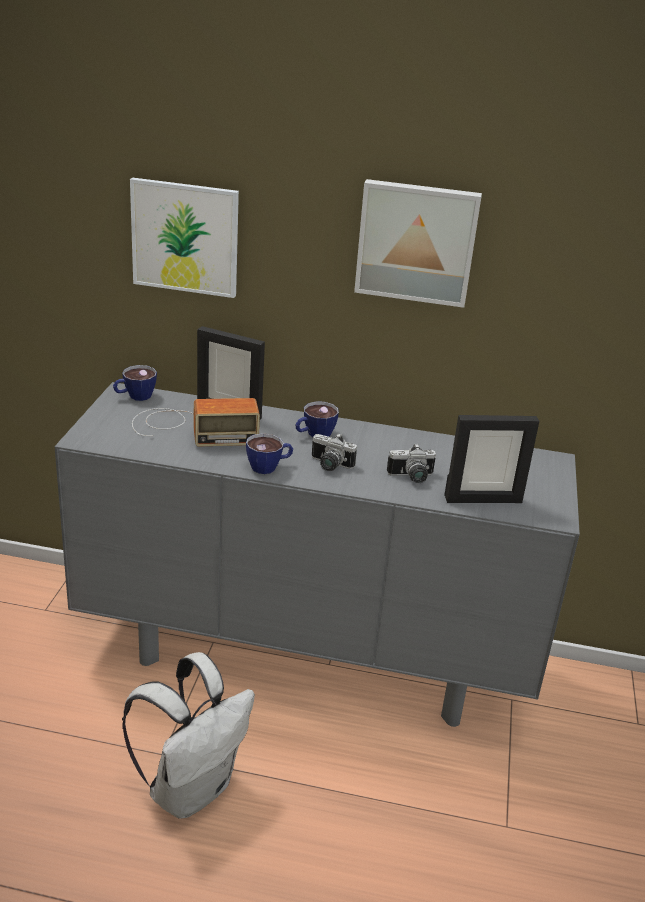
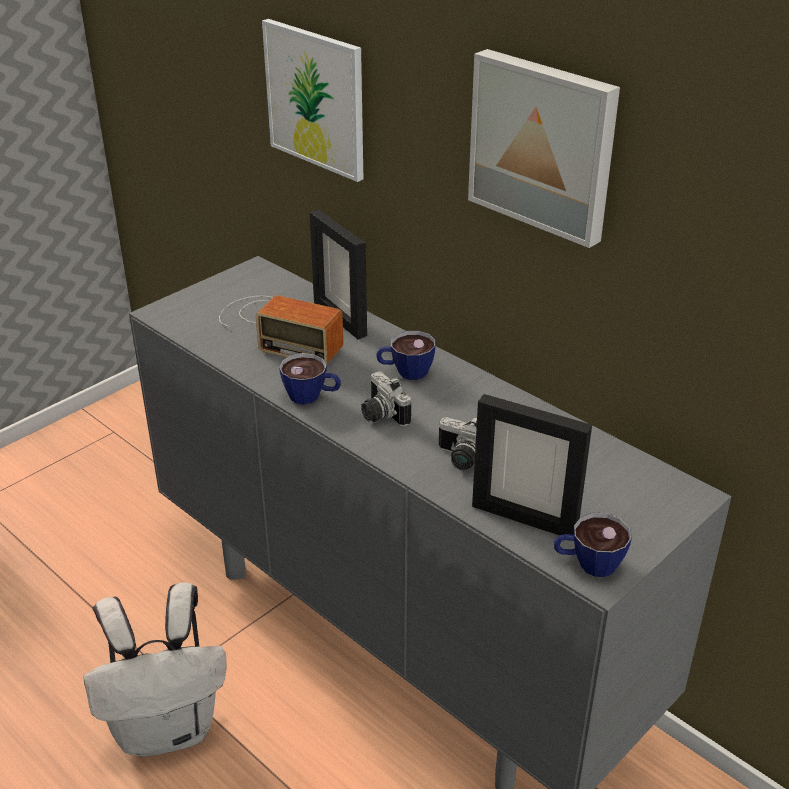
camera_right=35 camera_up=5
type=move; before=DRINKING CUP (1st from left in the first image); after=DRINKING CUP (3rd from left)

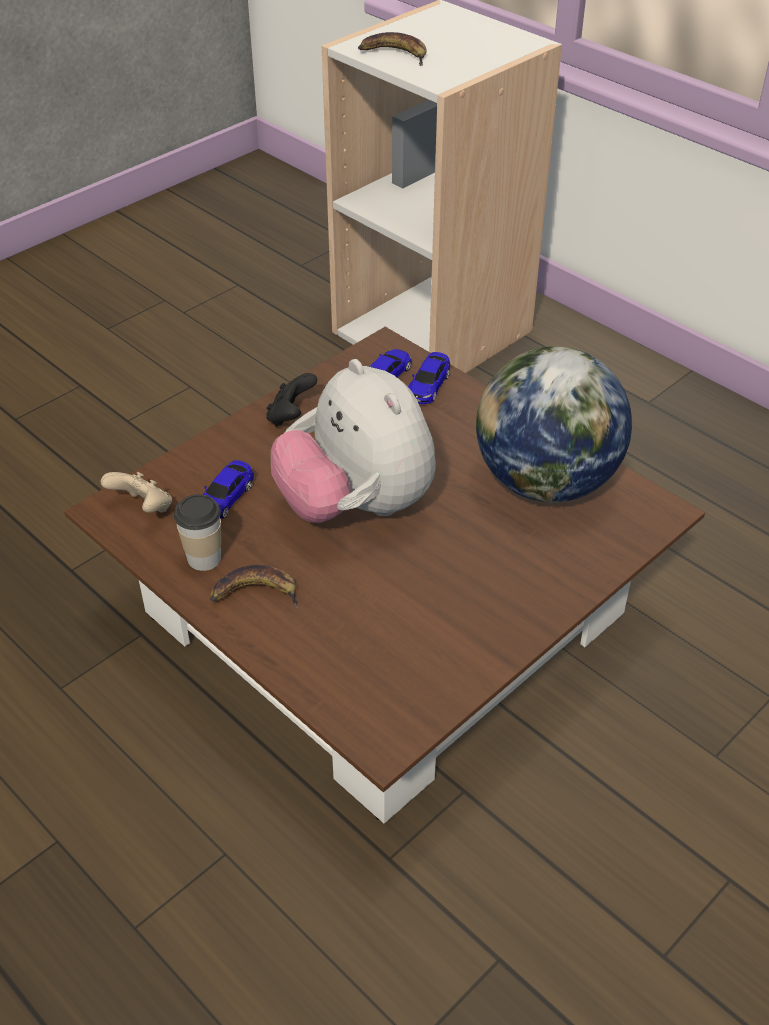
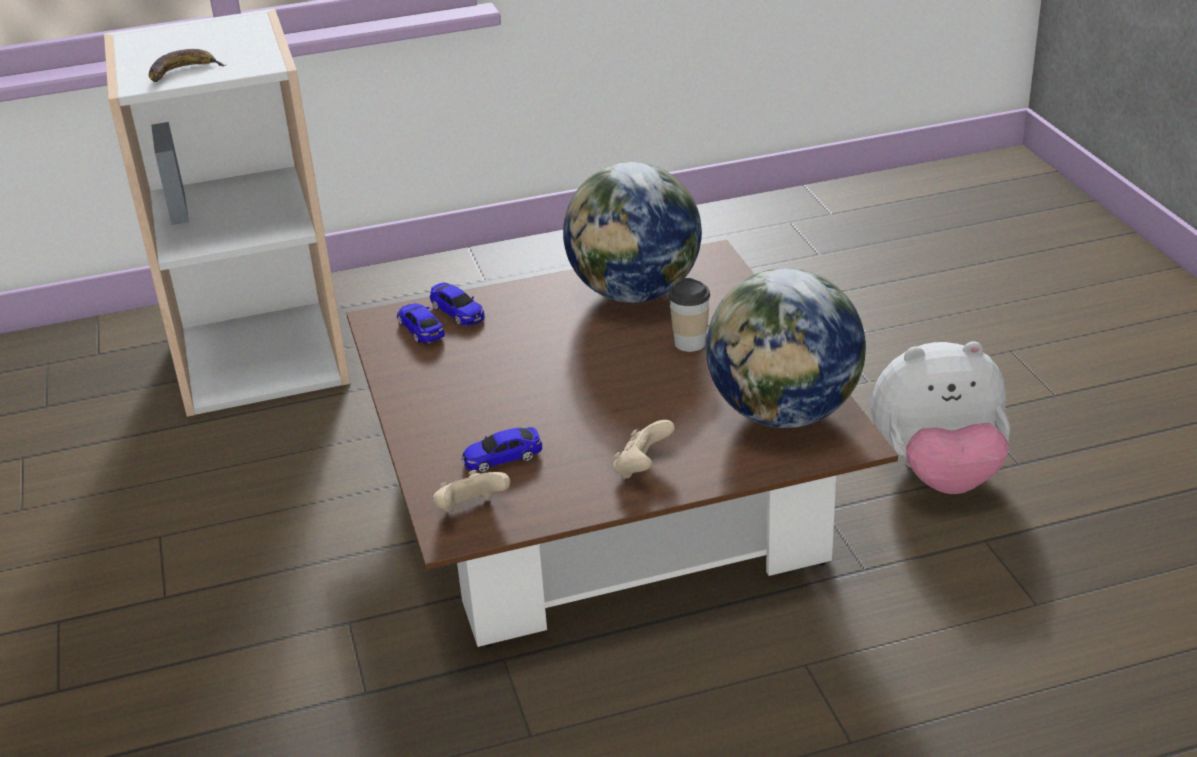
camera_right=-60 camera_up=-10
type=delete; before=BLACK GAME CONTROLLER
type=insert; after=WORLD GLOBE (2nd from left)
type=move; before=DRINKING CUP
type=move; before=PLUSH TOY
type=replace; before=BANANA (1st from left); after=BEIGE GAME CONTROLLER (2nd from left)
type=rotate; before=MINIATURE CAR (1st from left in the first image); turn=105

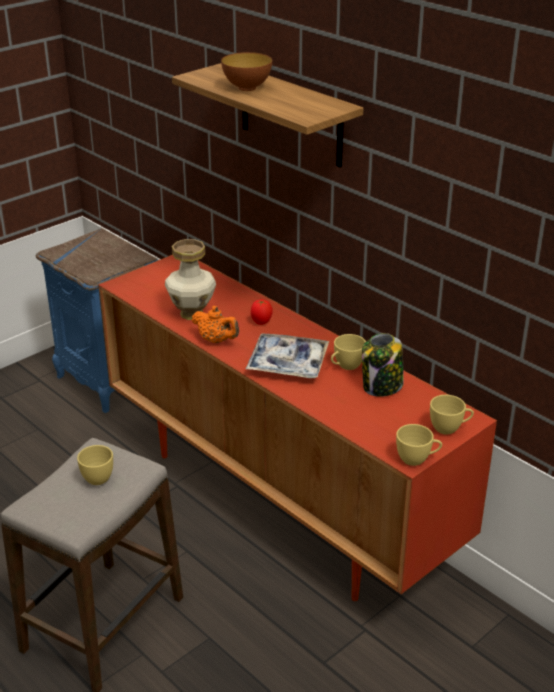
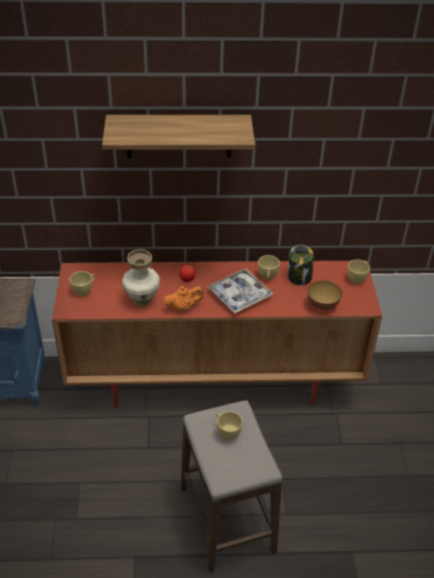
camera_right=-50 camera_up=10
type=move; before=SERVING BOWL
type=move; before=YELLOW DRINKING CUP (3rd from left in the first image); after=YELLOW DRINKING CUP (1st from left)

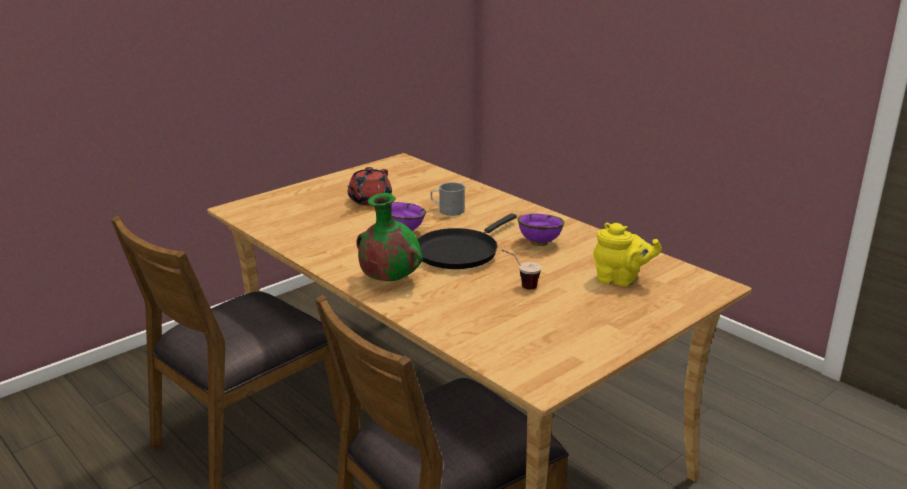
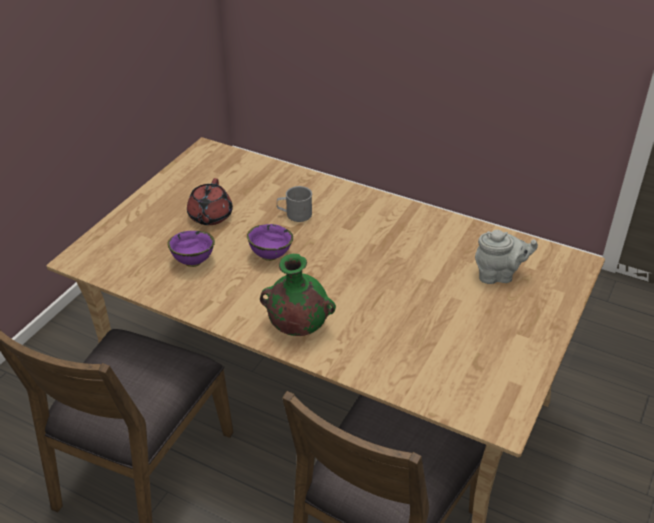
camera_right=-20 camera_up=15
type=delete; before=BLACK PAN
type=delete; before=DRINKING CUP
type=move; before=PURPLE-COLOURED SERVING BOWL (2nd from left in the first image); after=PURPLE-COLOURED SERVING BOWL (1st from left)
type=recolor; before=YELLOW TEA POT; after=GREYISH TEA POT

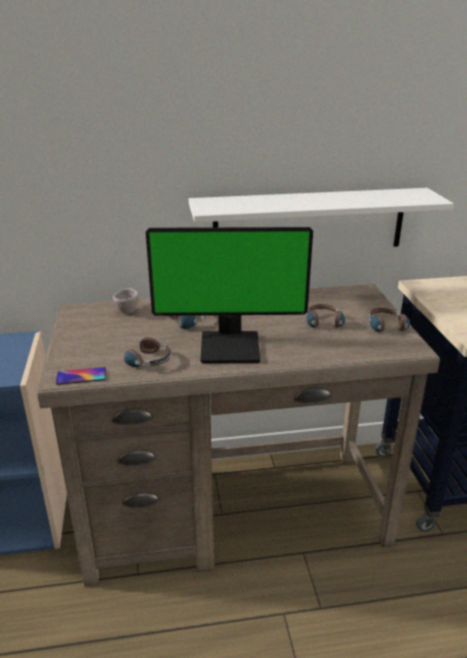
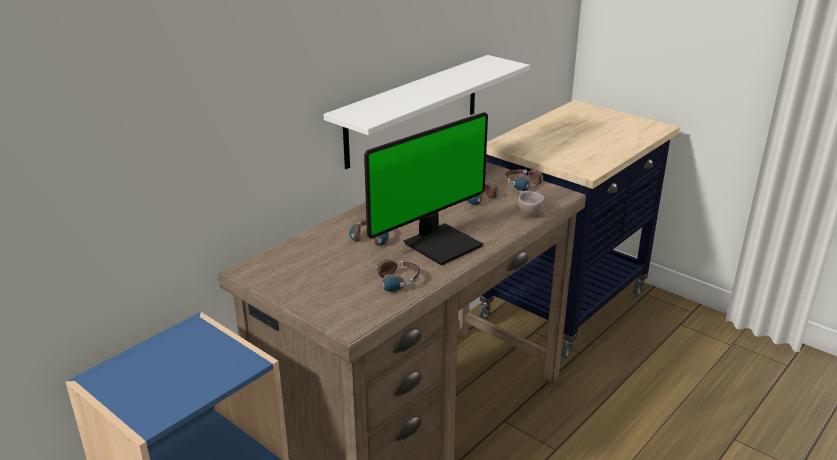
camera_right=-40 camera_up=0
type=delete; before=TELEPHONE
type=move; before=BEIGE DRINKING CUP

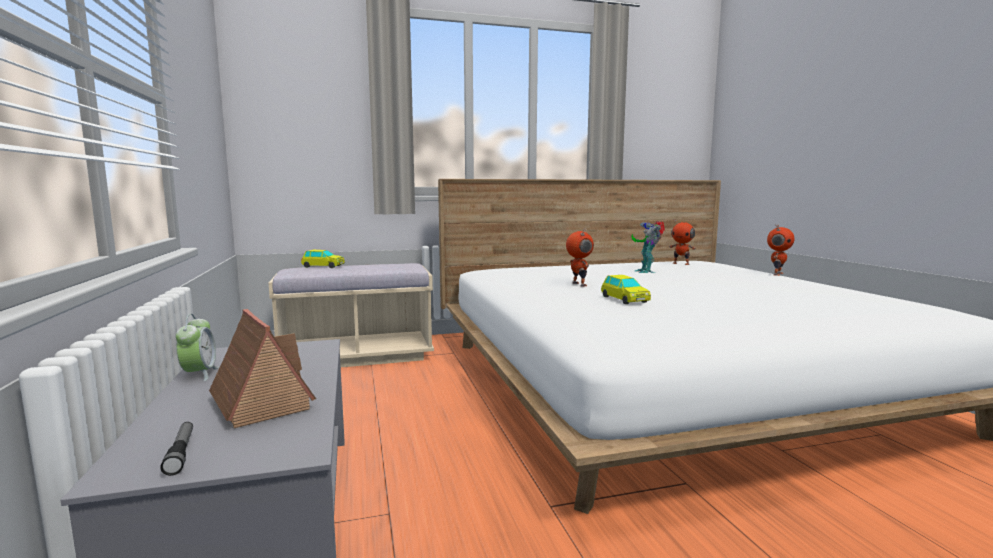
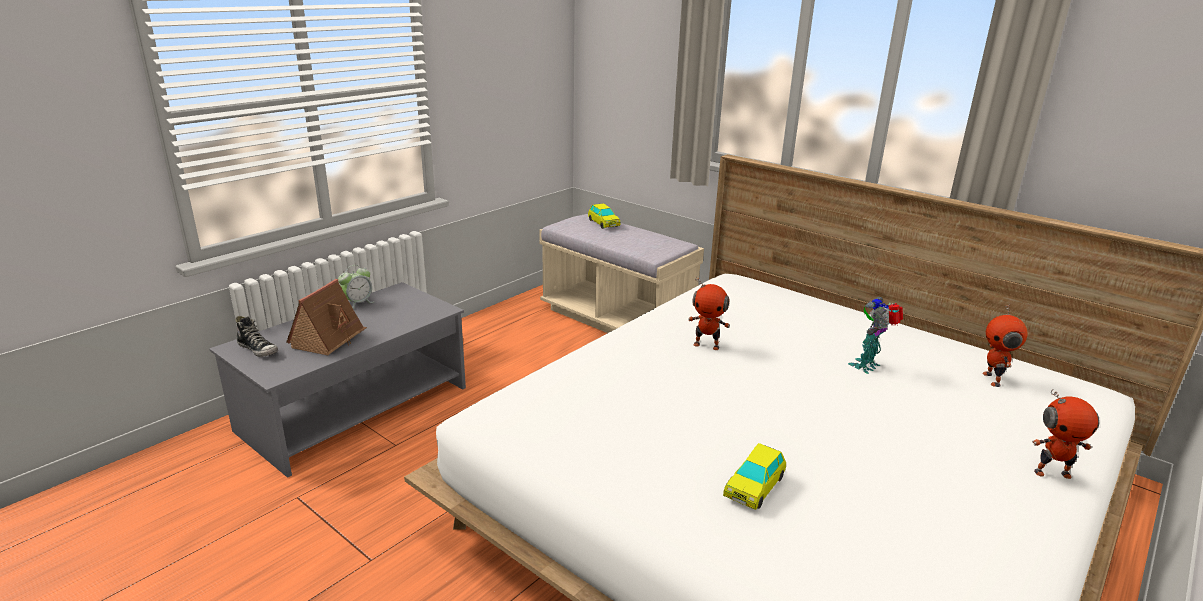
camera_right=55 camera_up=15
type=move; before=MINIATURE CAR (2nd from left)
type=replace; before=TORCH; after=ITEM OF FOOTWEAR
type=rotate; before=ROBOT FIGURE (1st from left); turn=75

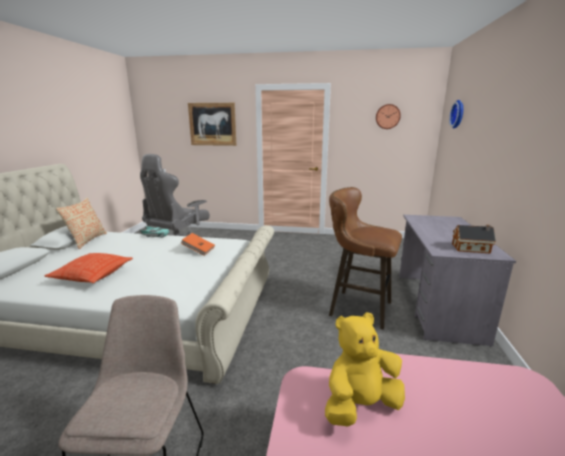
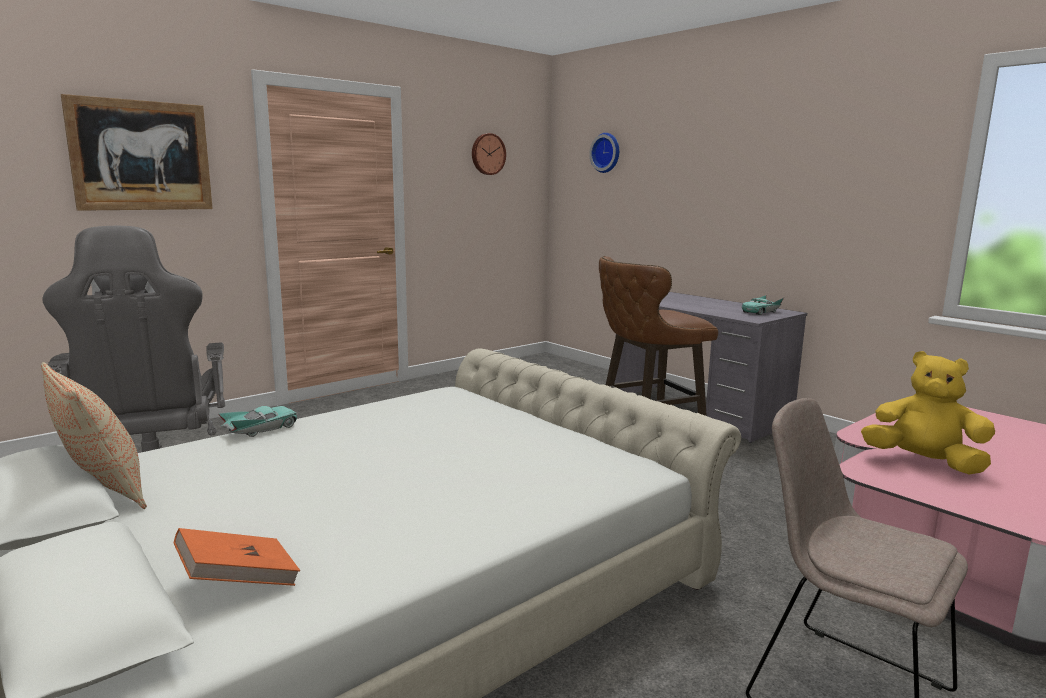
camera_right=-50 camera_up=-5
type=delete; before=ORANGEY THROW PILLOW
type=move; before=ORANGEY BOUND BOOK
type=replace; before=MODEL HOUSE; after=BLUE-GREEN MINIATURE CAR (2nd from left)
type=rotate; before=YELLOW PLUSH TOY; turn=105

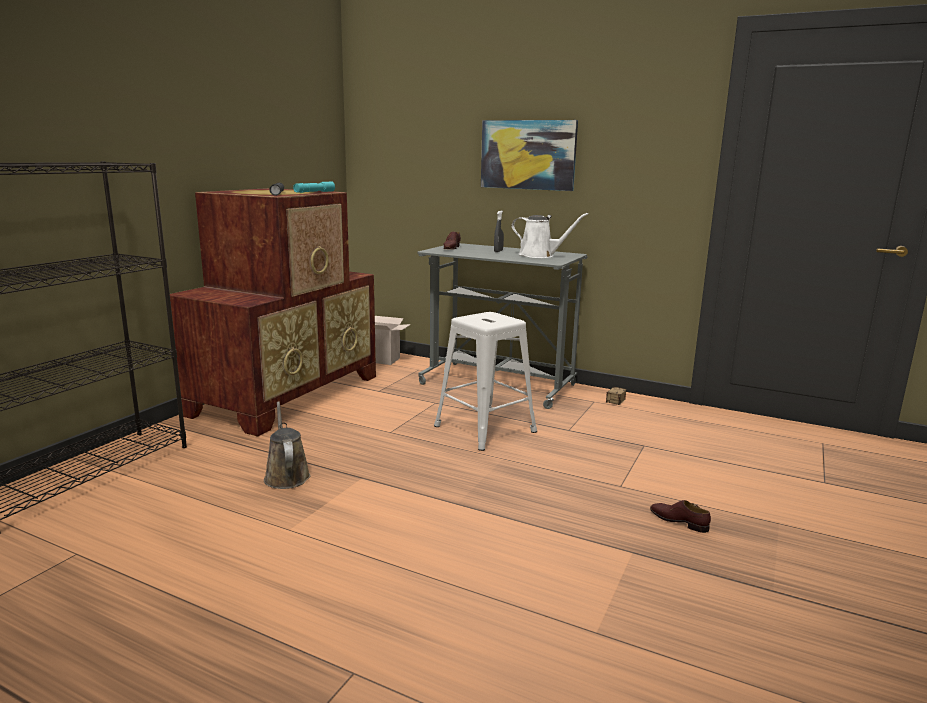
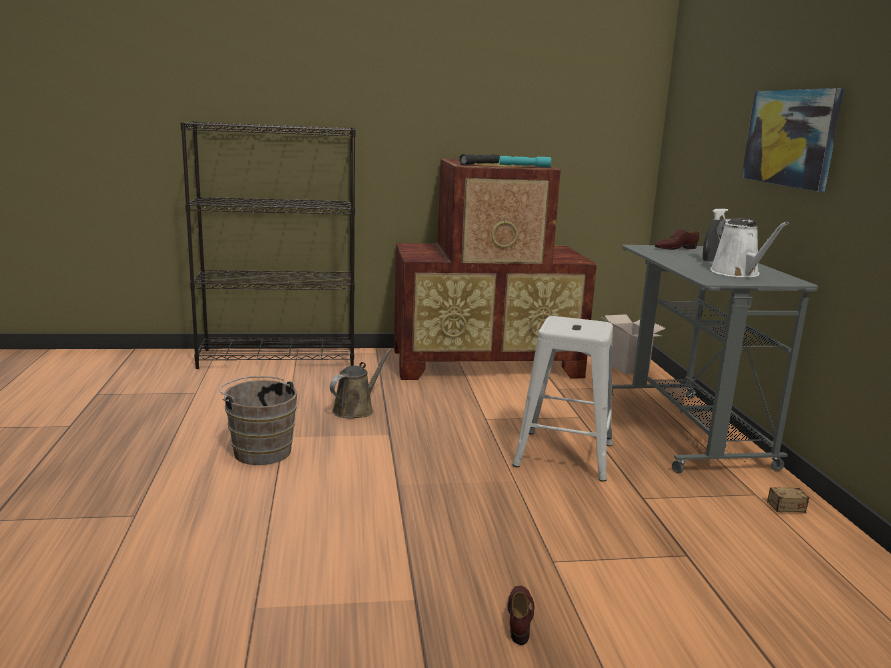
camera_right=55 camera_up=0
type=insert; after=BROWN-COLOURED PAIL

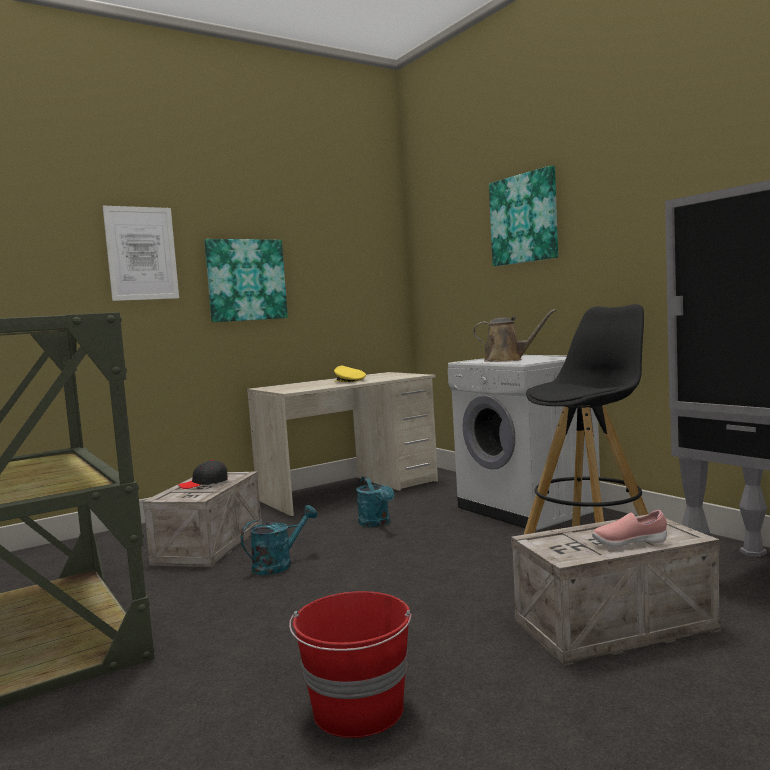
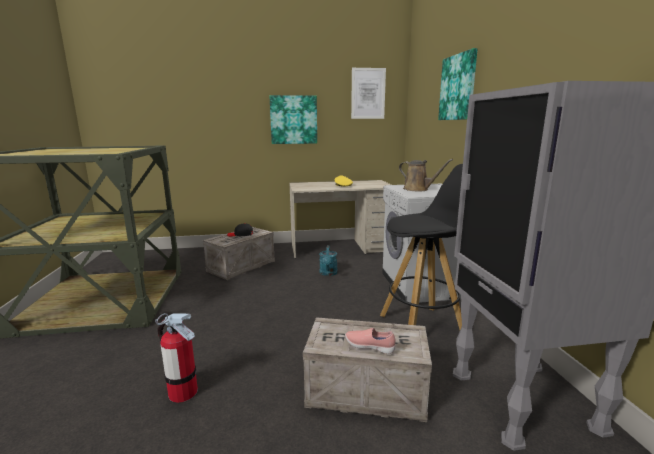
camera_right=25 camera_up=10
type=delete; before=BLUE-GREEN WATERING POT (1st from left)
type=move; before=WALL ART (1st from left in the first image); after=WALL ART (2nd from left)
type=replace; before=REDDISH PAIL; after=EXTINGUISHER

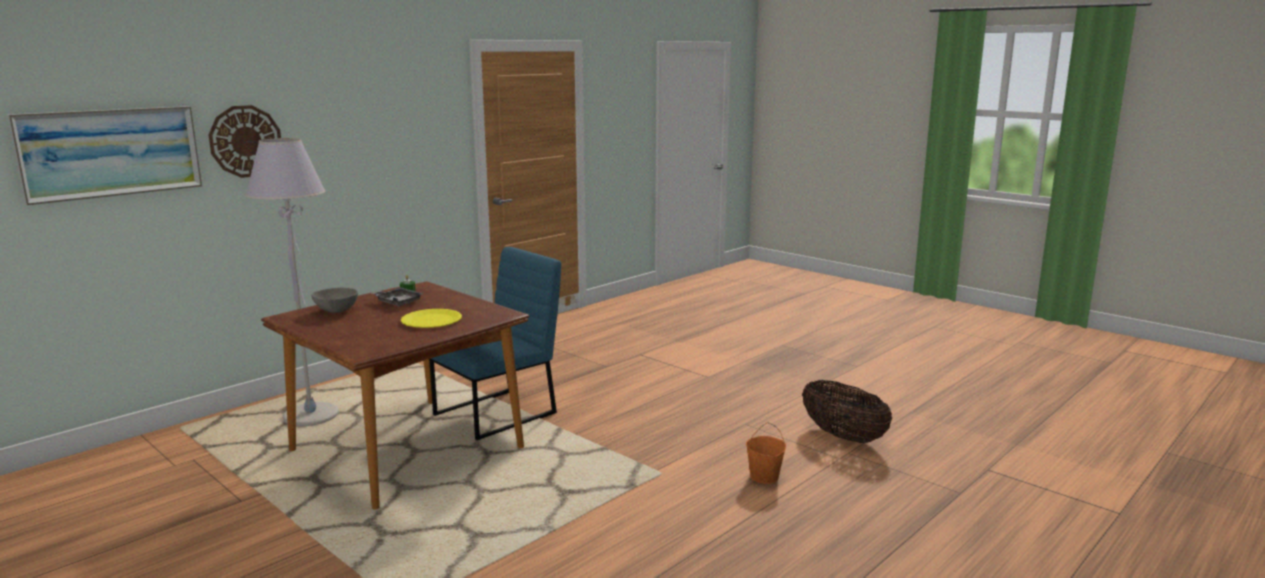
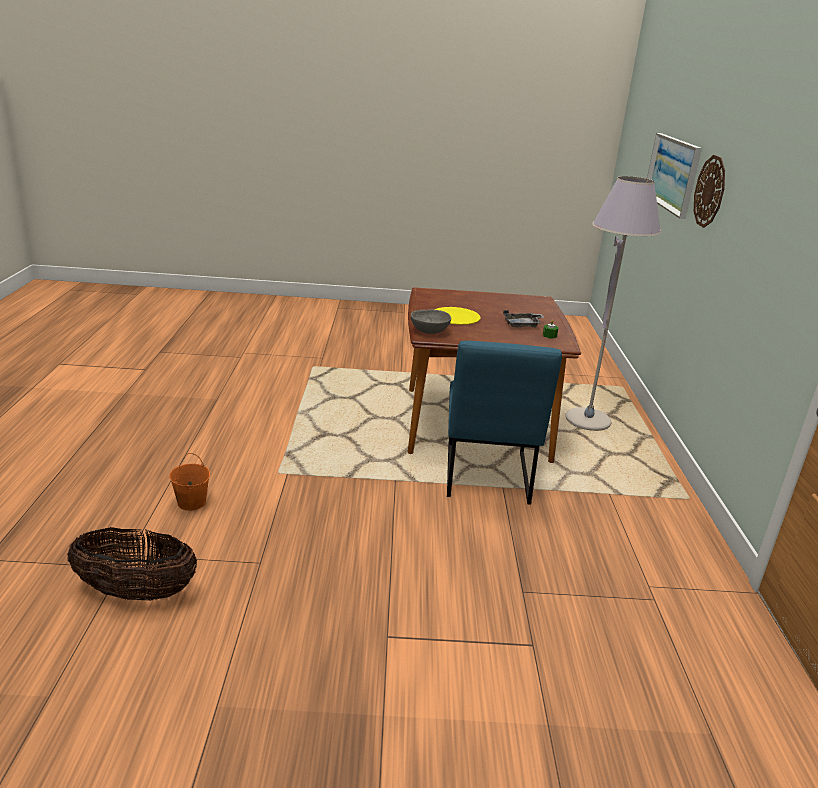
camera_right=135 camera_up=10
type=move; before=GREYISH SERVING BOWL

